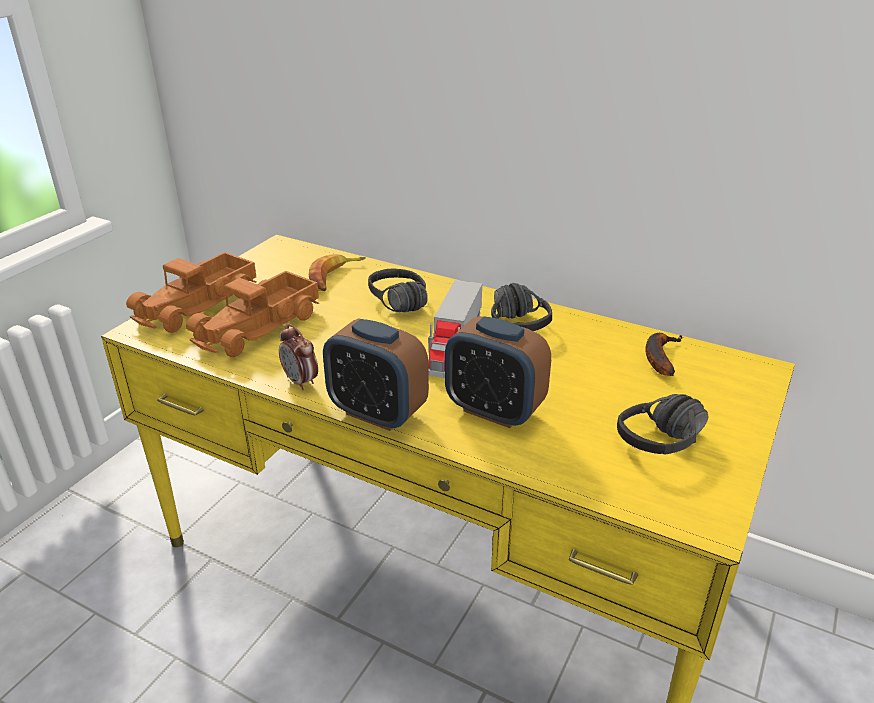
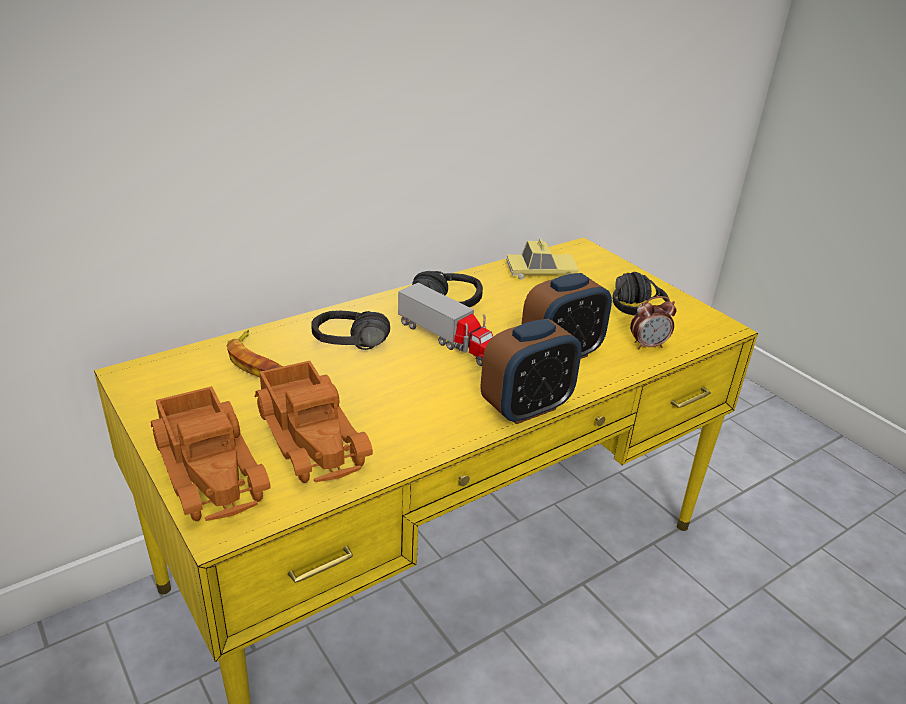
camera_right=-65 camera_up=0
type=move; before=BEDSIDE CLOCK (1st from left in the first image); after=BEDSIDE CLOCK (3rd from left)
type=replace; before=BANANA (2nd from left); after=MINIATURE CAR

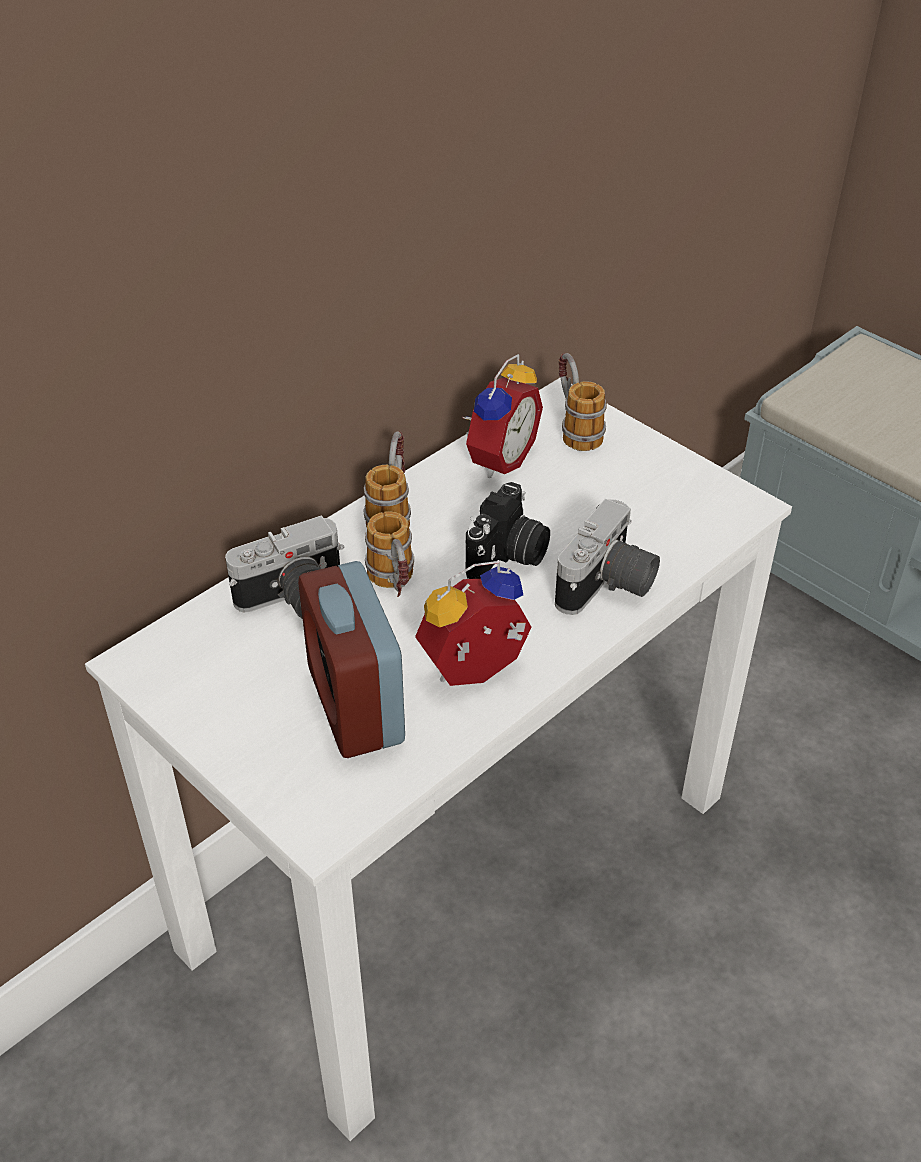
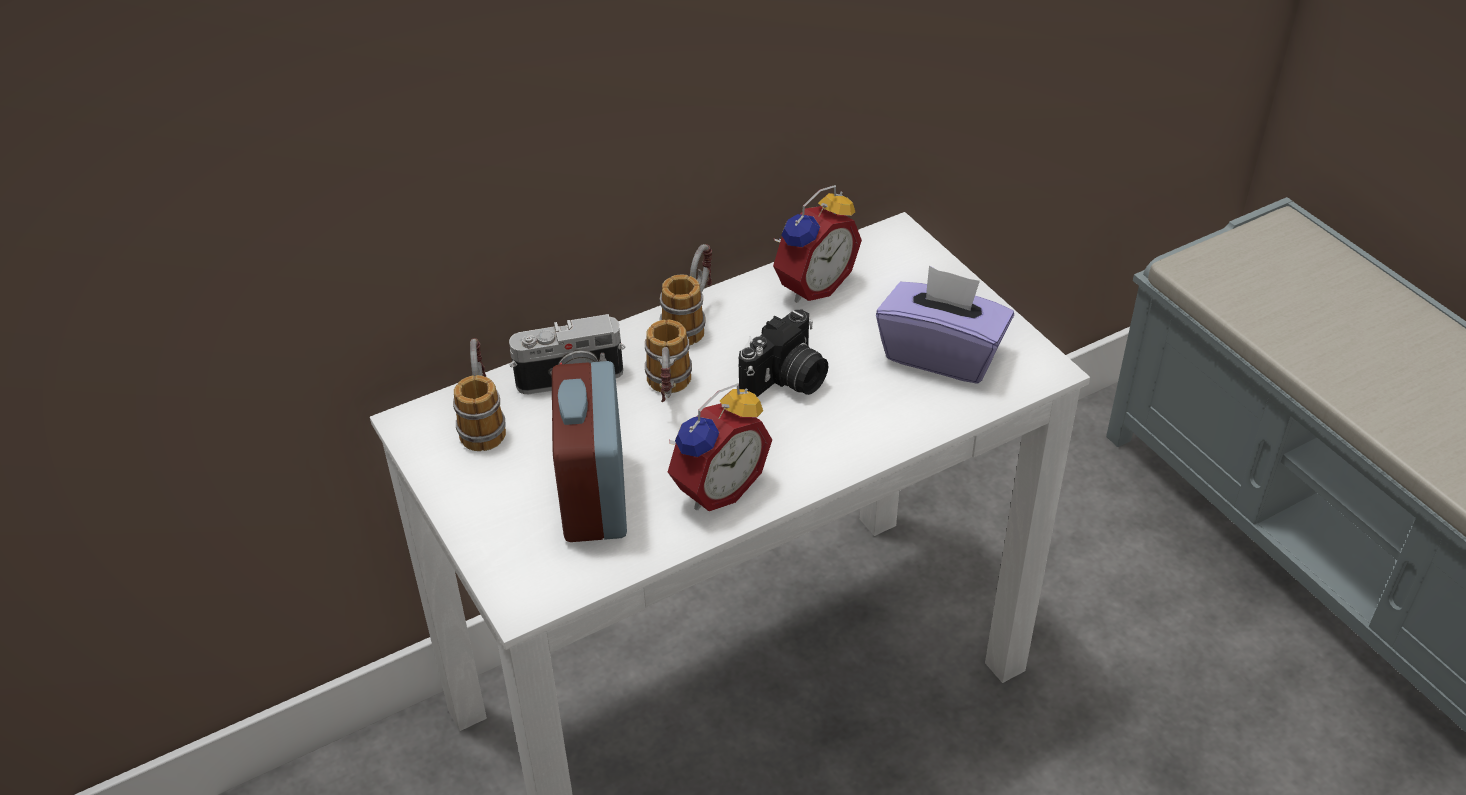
camera_right=15 camera_up=0
type=delete; before=STILL CAMERA (3rd from left)
type=insert; after=PURPLE-COLOURED TISSUE HOLDER
type=move; before=MUG (3rd from left in the first image); after=MUG (1st from left)
type=rotate; before=BEDSIDE CLOCK (2nd from left); turn=150

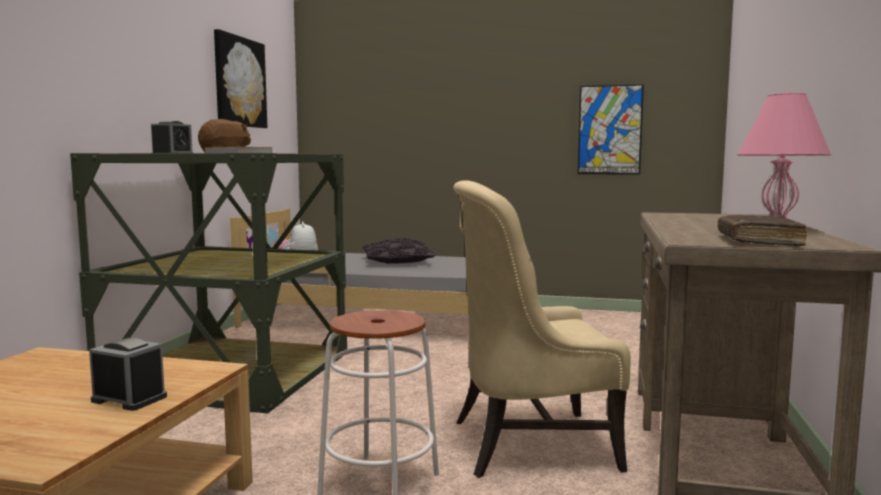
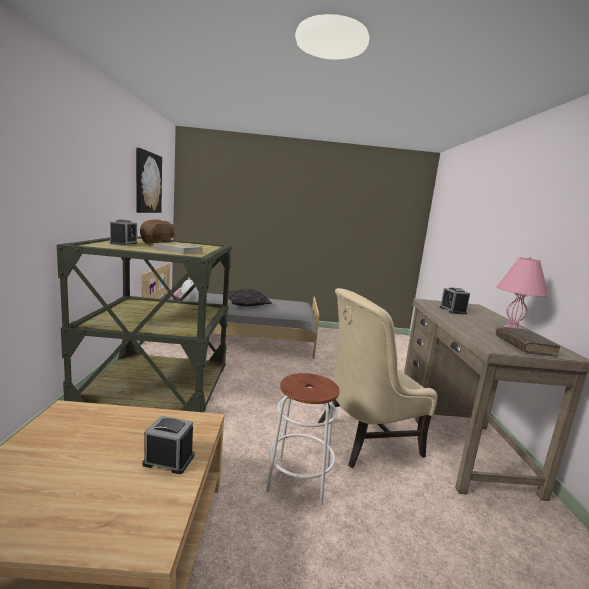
camera_right=-15 camera_up=5
type=delete; before=WALL ART (2nd from left)
type=insert; after=BEDSIDE CLOCK (3rd from left)

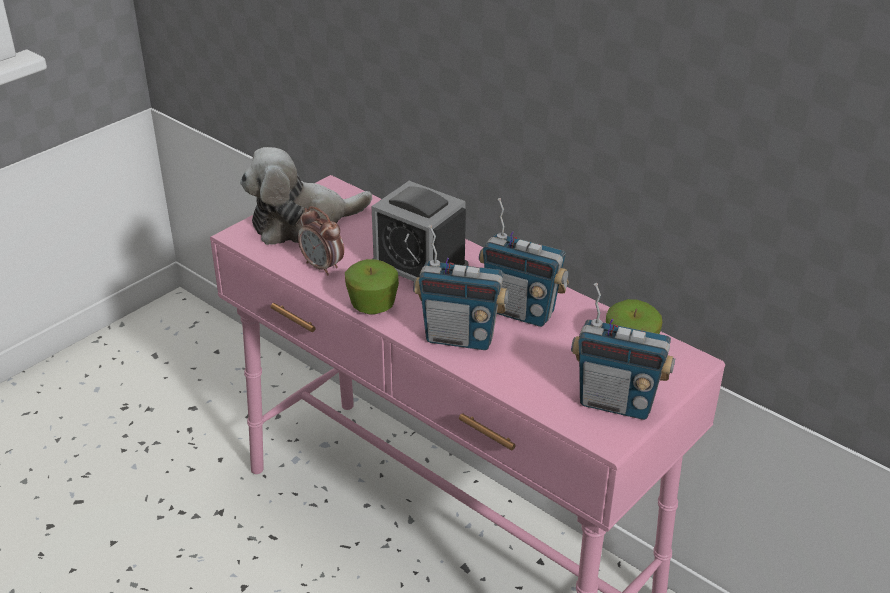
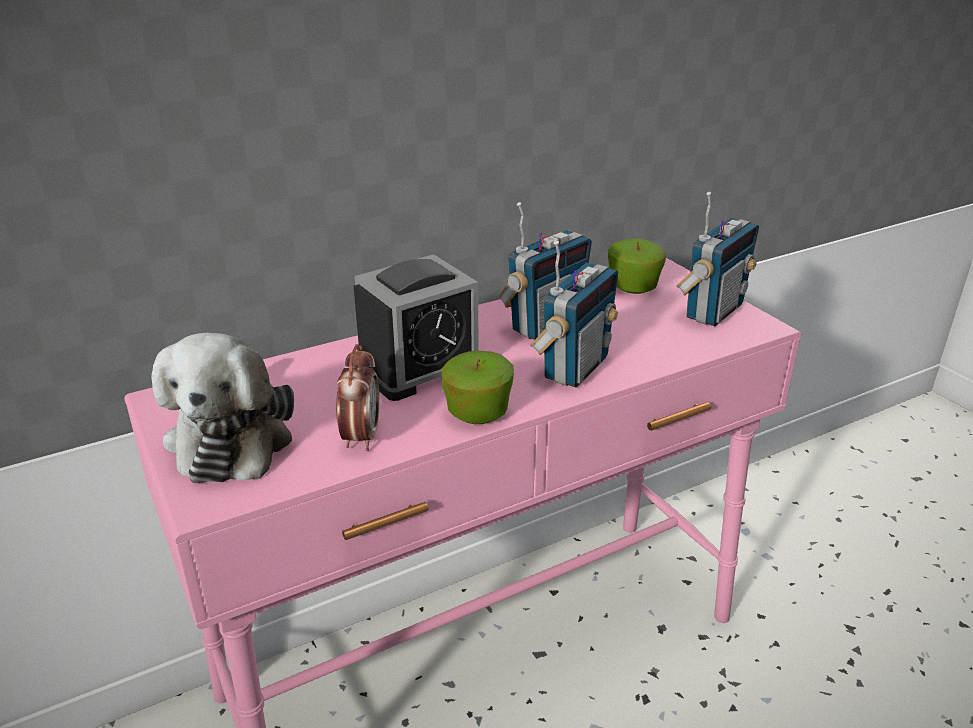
camera_right=-70 camera_up=-5
type=rotate; before=BEDSIDE CLOCK (1st from left); turn=-60

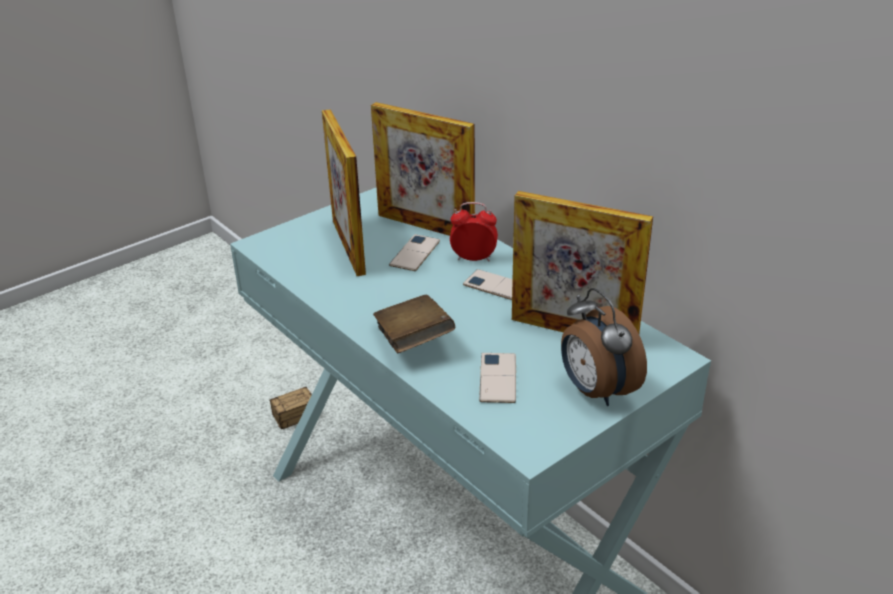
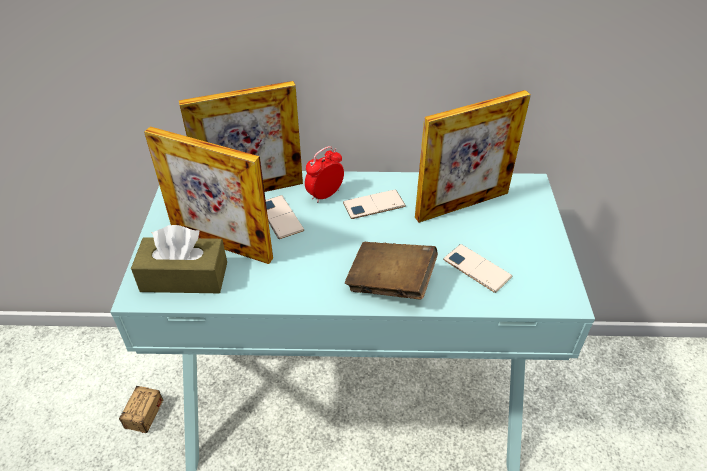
camera_right=-50 camera_up=10
type=delete; before=BEDSIDE CLOCK (2nd from left)
type=insert; after=BROWN-COLOURED TISSUE HOLDER

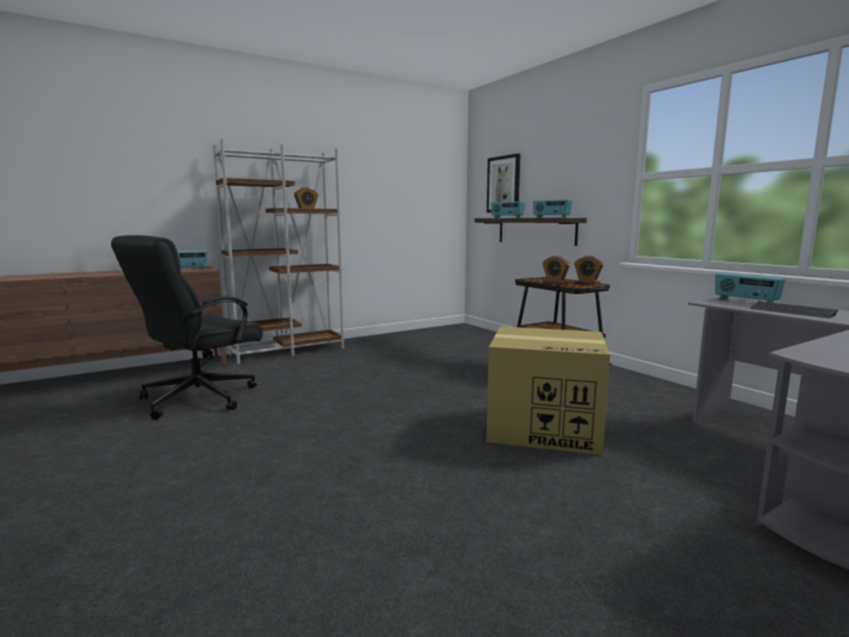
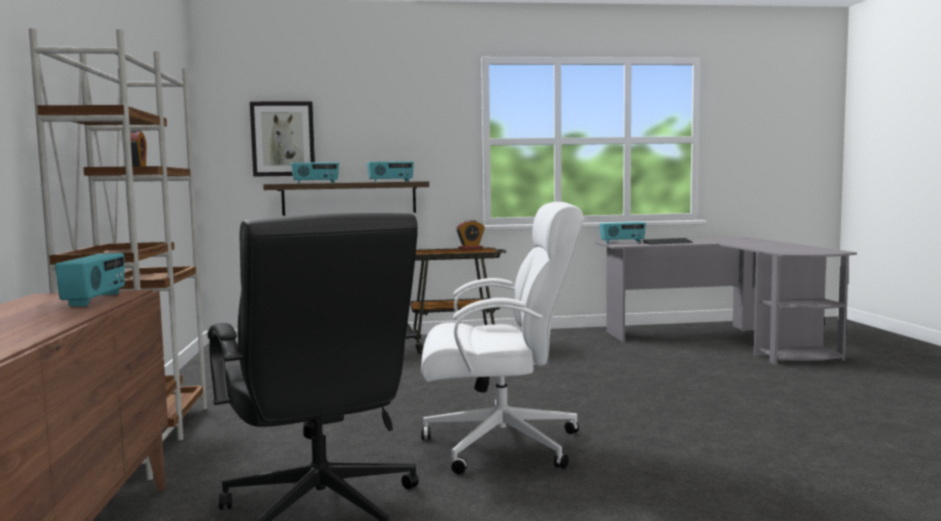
camera_right=-65 camera_up=-5
type=delete; before=CARTON
type=delete; before=BEDSIDE CLOCK (2nd from left)
type=insert; after=WHITISH COMPUTER CHAIR

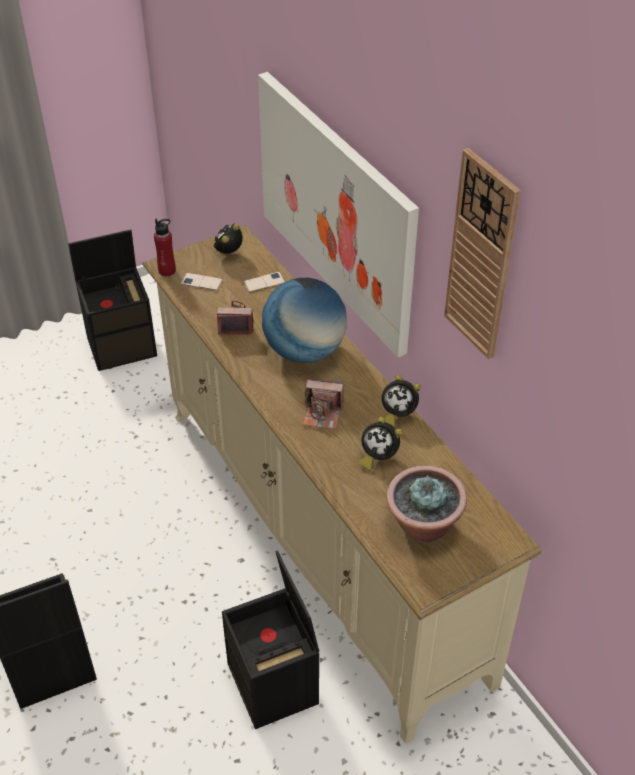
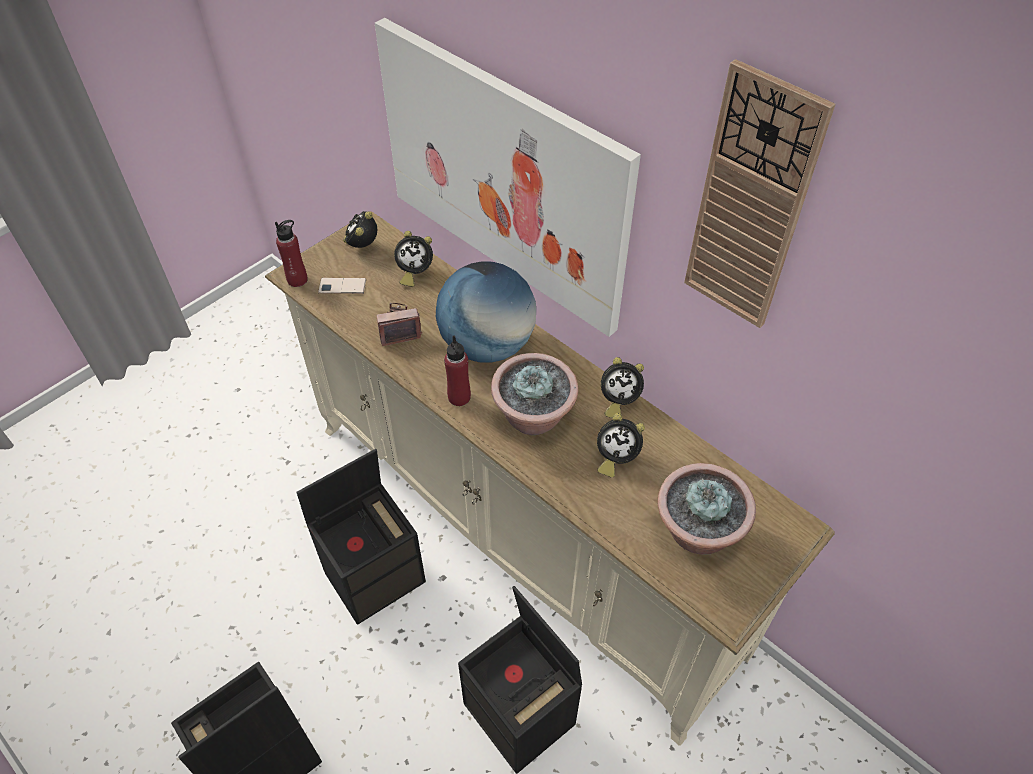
camera_right=-15 camera_up=5
type=insert; after=REDDISH BEVERAGE BOTTLE (2nd from left)
type=move; before=BLACK STORAGE CONTAINER (2nd from left)
type=replace; before=TELEPHONE (2nd from left); after=BEDSIDE CLOCK (2nd from left)
type=replace; before=STILL CAMERA (2nd from left); after=POTTED PLANT (1st from left)

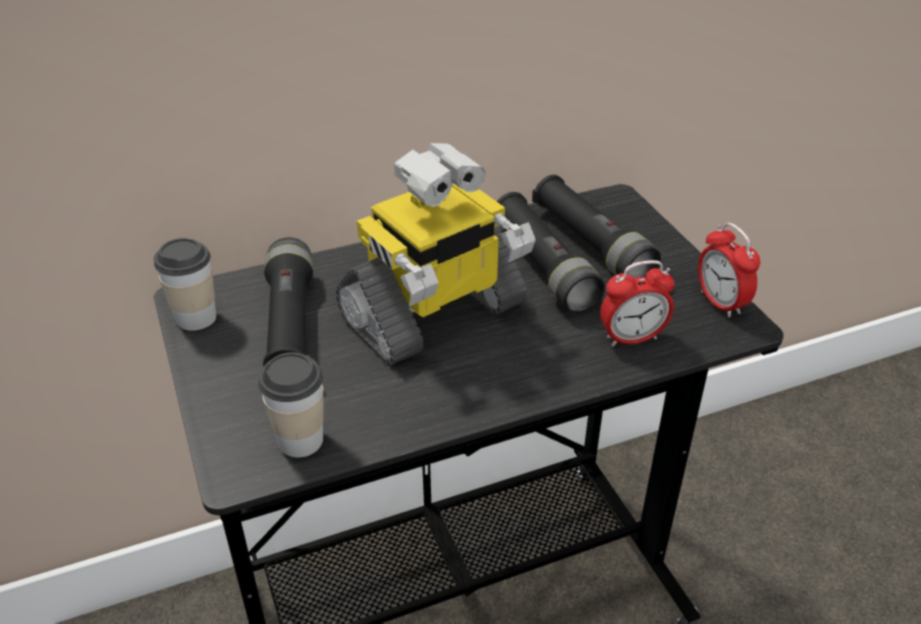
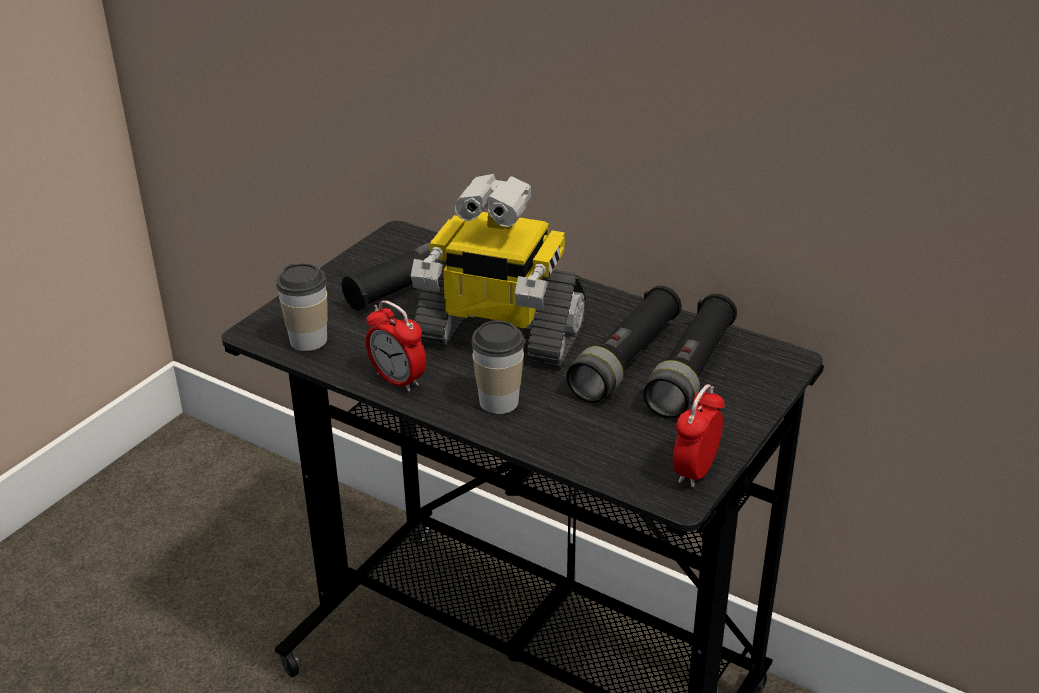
camera_right=55 camera_up=-5
type=move; before=DRINKING CUP (1st from left in the first image); after=DRINKING CUP (2nd from left)
type=move; before=BEDSIDE CLOCK (1st from left)

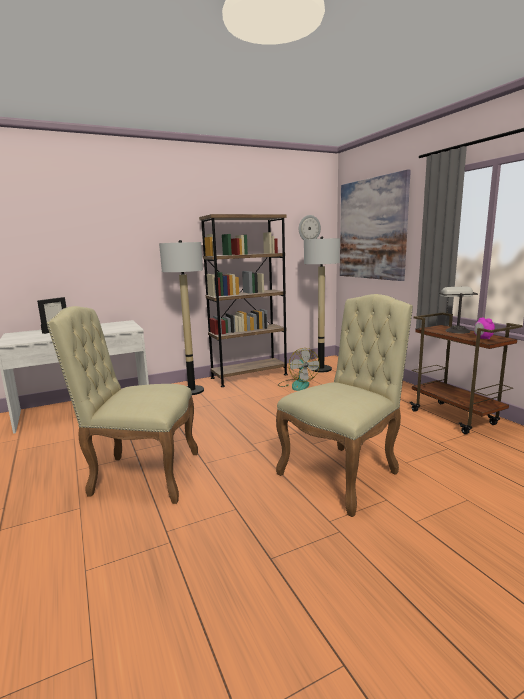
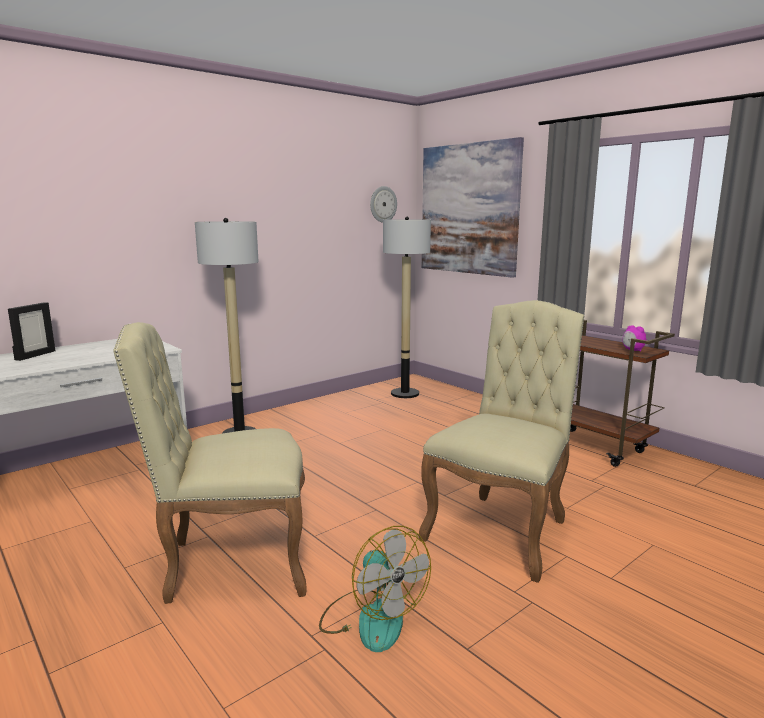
camera_right=-15 camera_up=0
type=delete; before=BROWN-COLOURED SHELVING UNIT
type=delete; before=TABLETOP LAMP
type=move; before=ELECTRIC FAN

